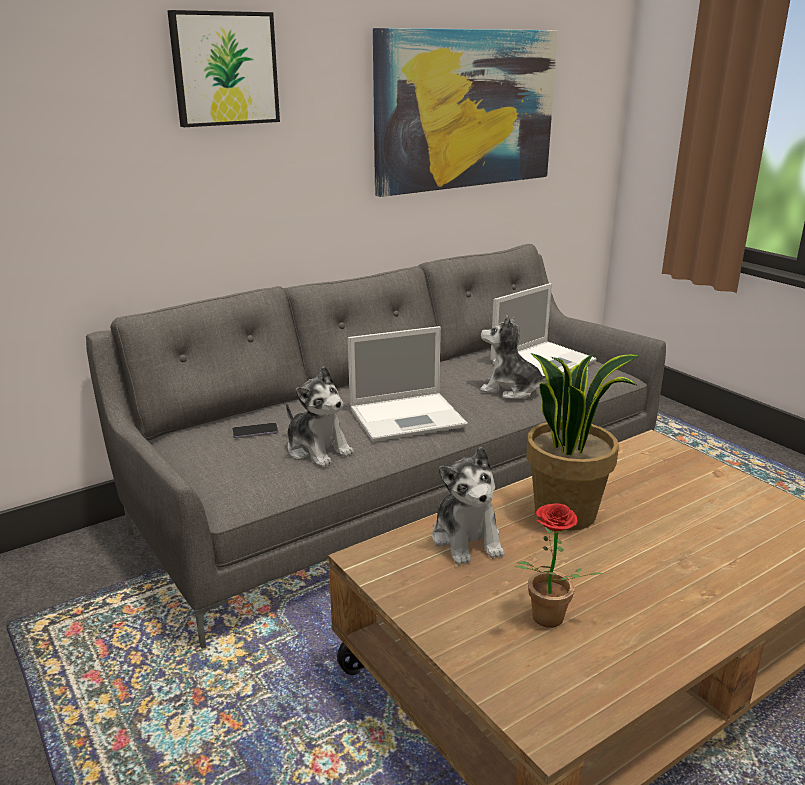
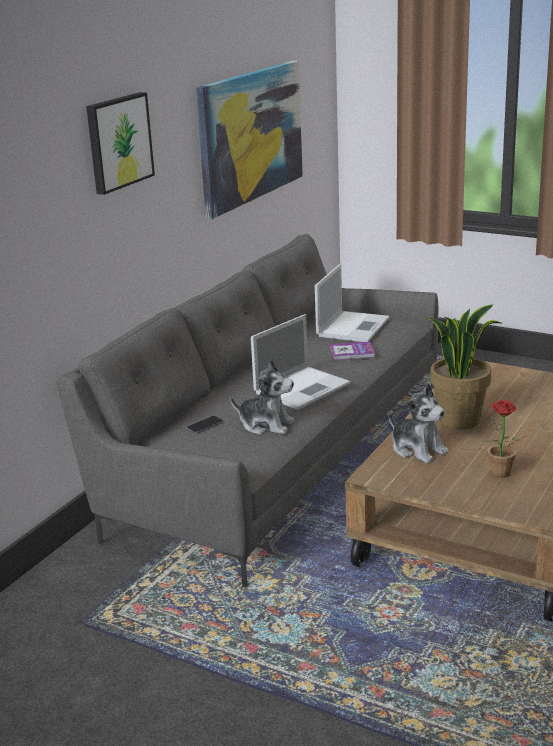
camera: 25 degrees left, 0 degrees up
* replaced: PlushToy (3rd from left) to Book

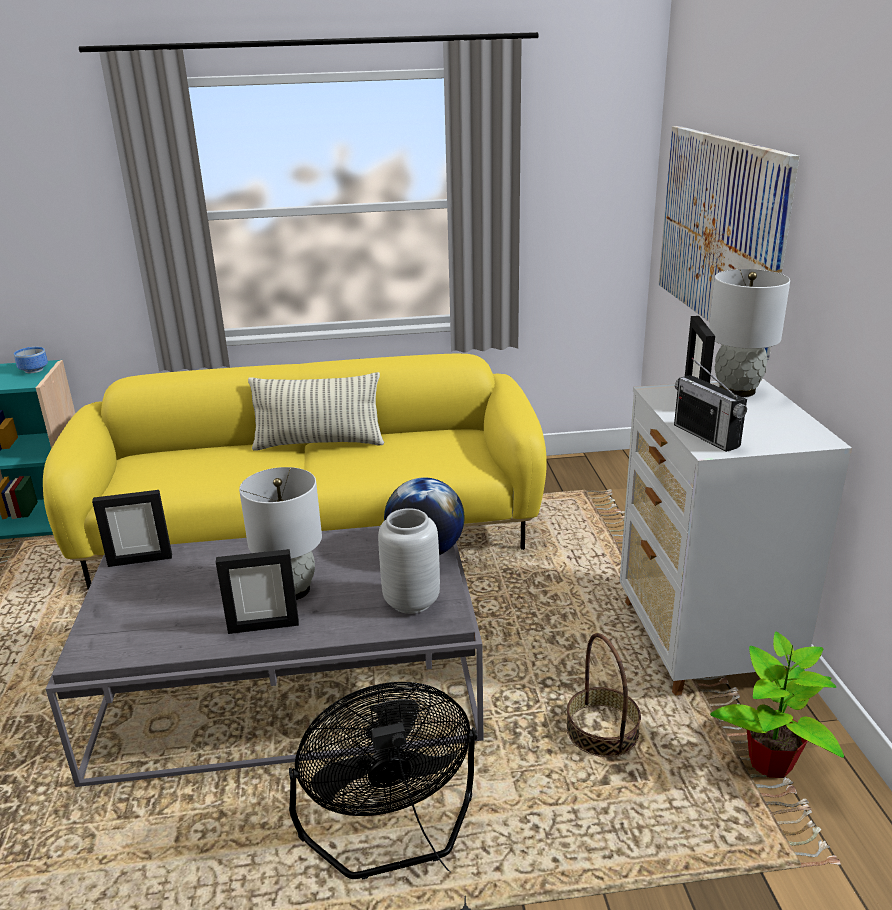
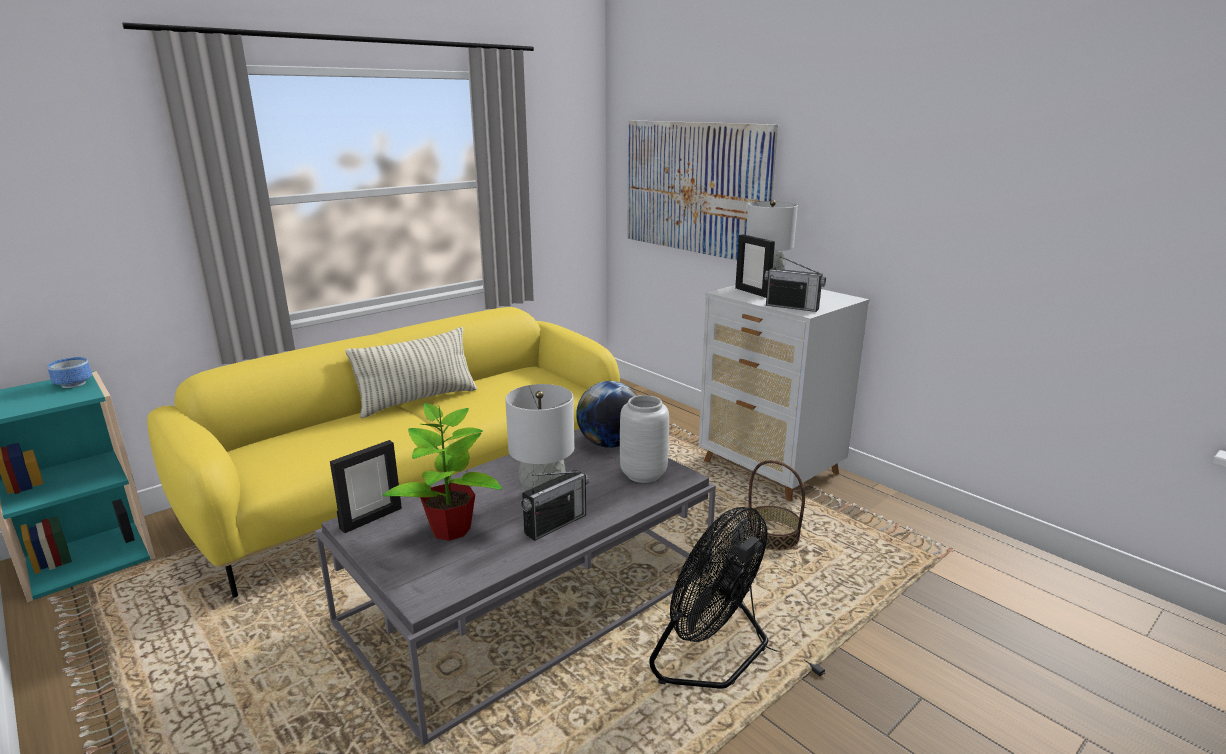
camera: 35 degrees left, 5 degrees down
* moved: PottedPlant
* replaced: PictureFrame (2nd from left) to Radio (1st from left)

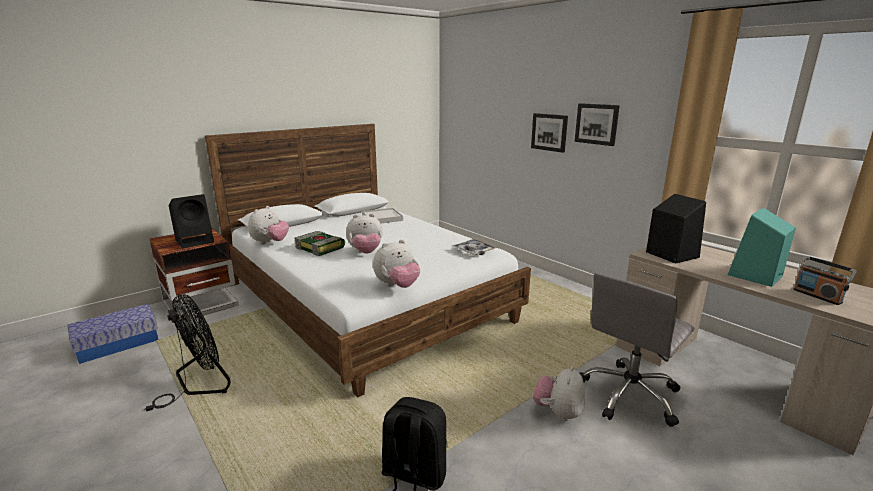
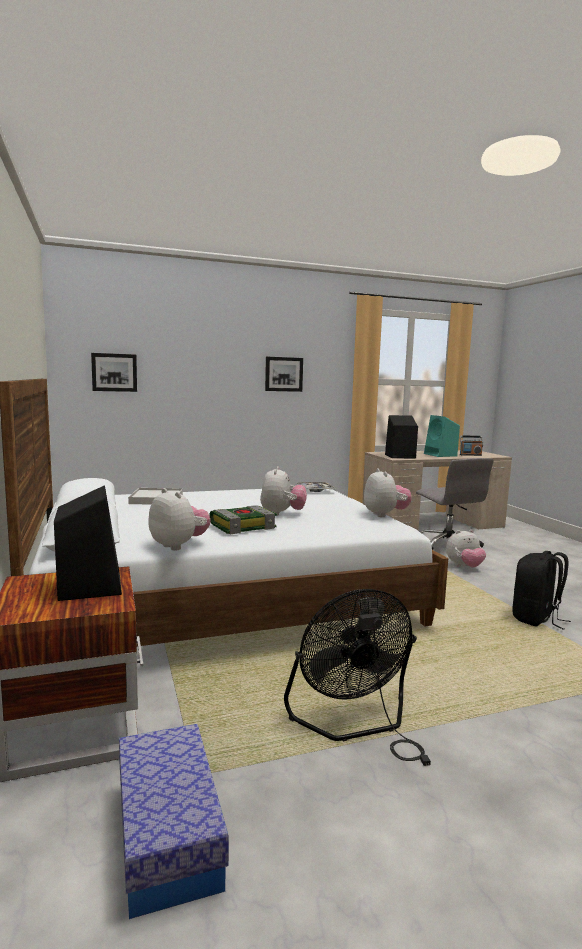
camera: 70 degrees left, 10 degrees down
* moved: Picture (1st from left)
* turned: PlushToy (4th from left) 60 degrees counterclockwise

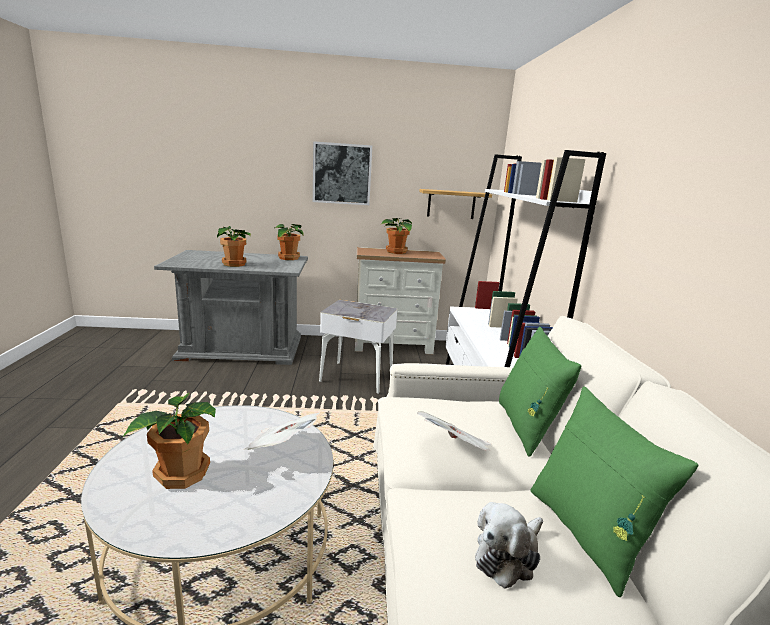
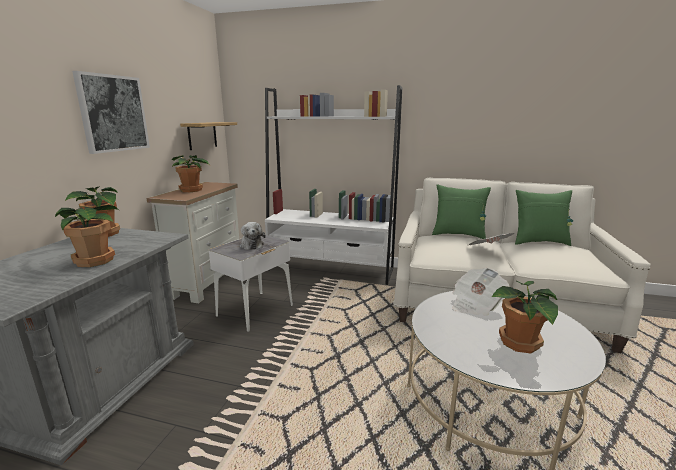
camera: 70 degrees left, 0 degrees up
* moved: PlushToy

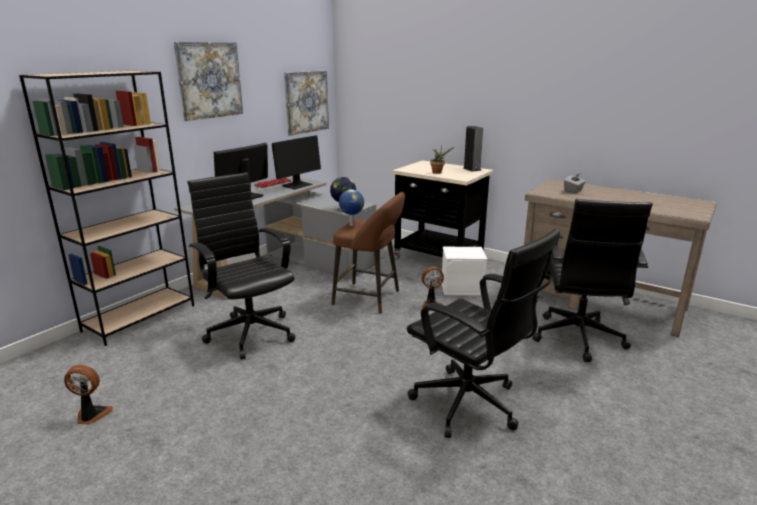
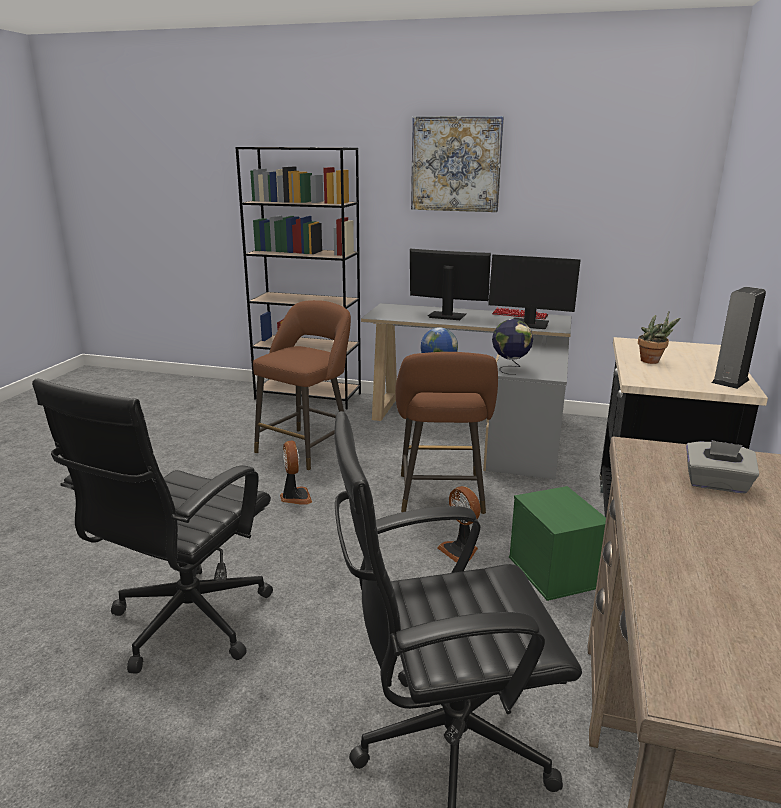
camera: 70 degrees right, 0 degrees up
* replaced: BlackOfficeChair (1st from left) to BrownStool (1st from left)
* moved: Fan (1st from left)
* recoloured: WhiteStorageBox to GreenStorageBox
* removed: Picture (2nd from left)

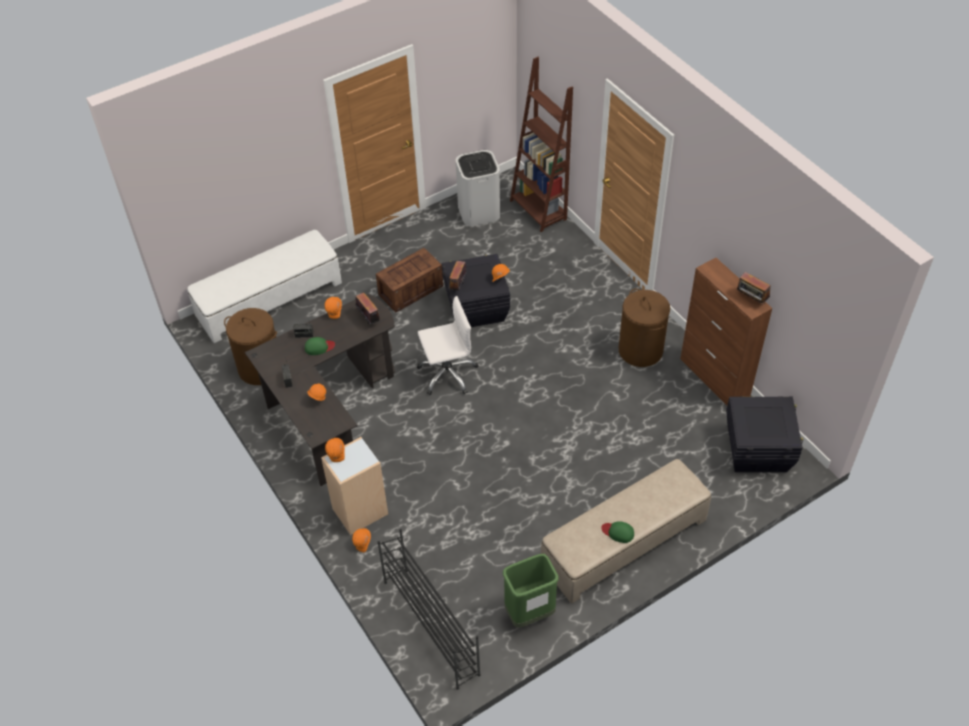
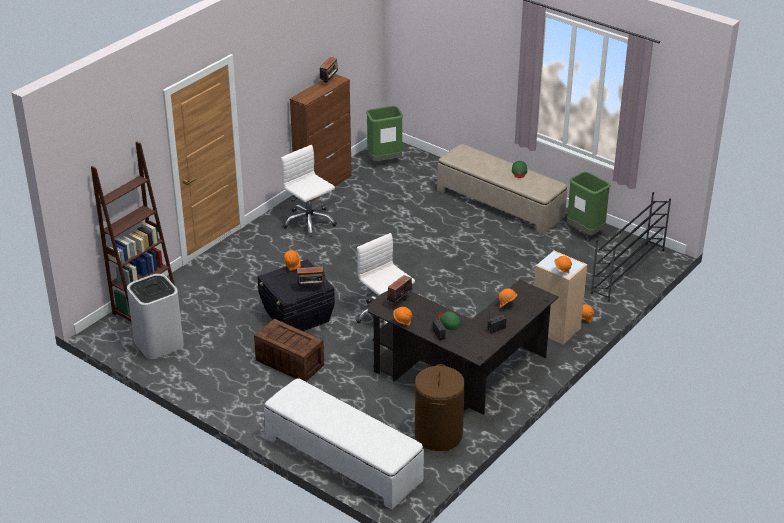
camera: 110 degrees left, 15 degrees down
* replaced: BrownLaundryBasket (2nd from left) to WhiteOfficeChair (1st from left)
* replaced: BlackStorageBox (2nd from left) to GreenTrashCan (1st from left)

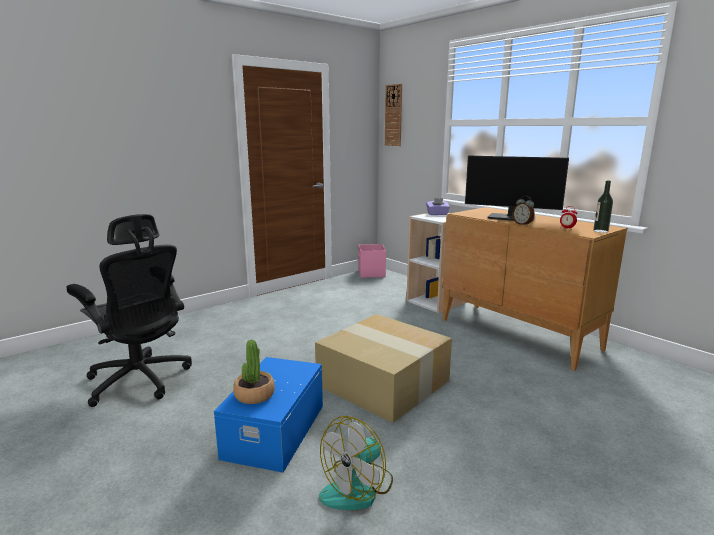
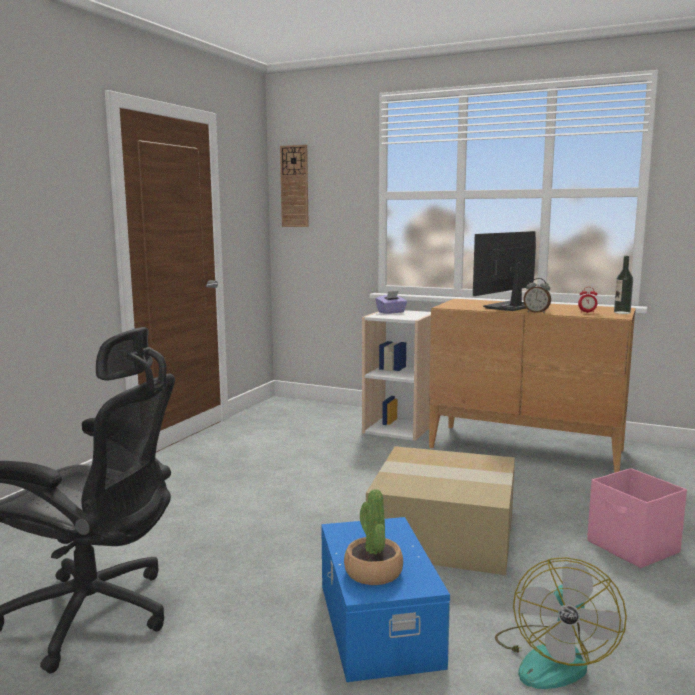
camera: 25 degrees left, 5 degrees down
* turned: Monitor 135 degrees clockwise
* moved: PinkStorageBox

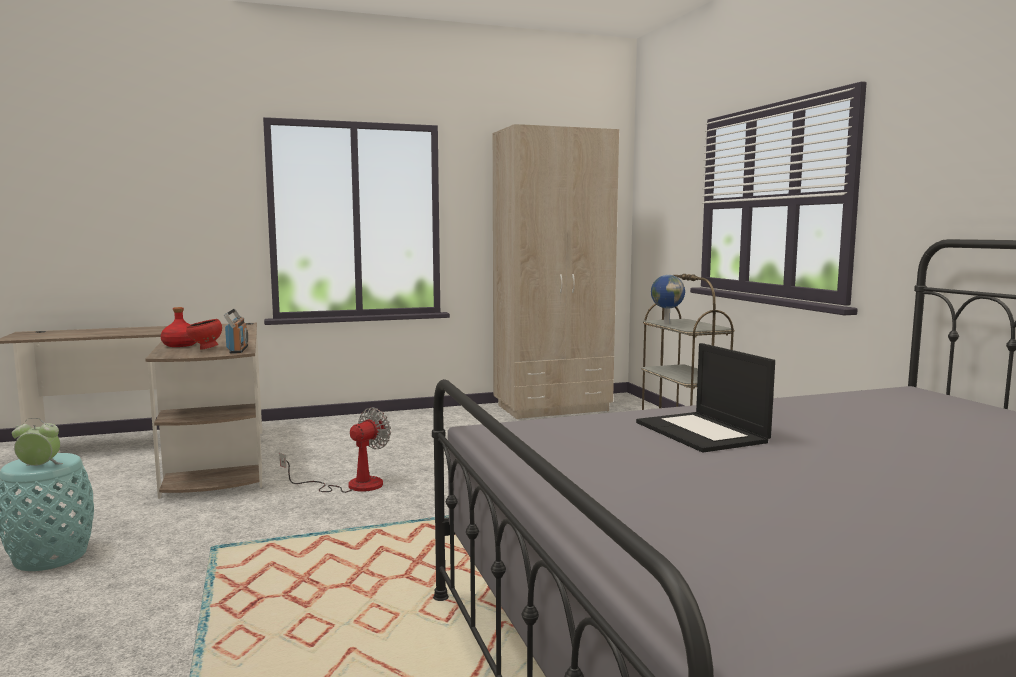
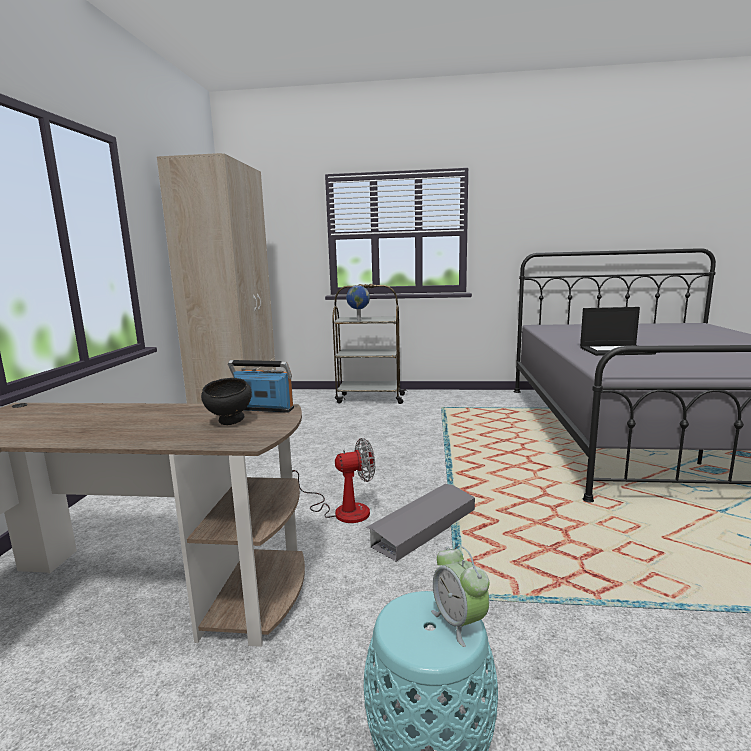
camera: 65 degrees left, 5 degrees up
* recoloured: RedBowl to BlackBowl
* turned: Fan 105 degrees clockwise
* added: GreyStorageBox
* turned: AlarmClock 45 degrees counterclockwise
* removed: RedBottle

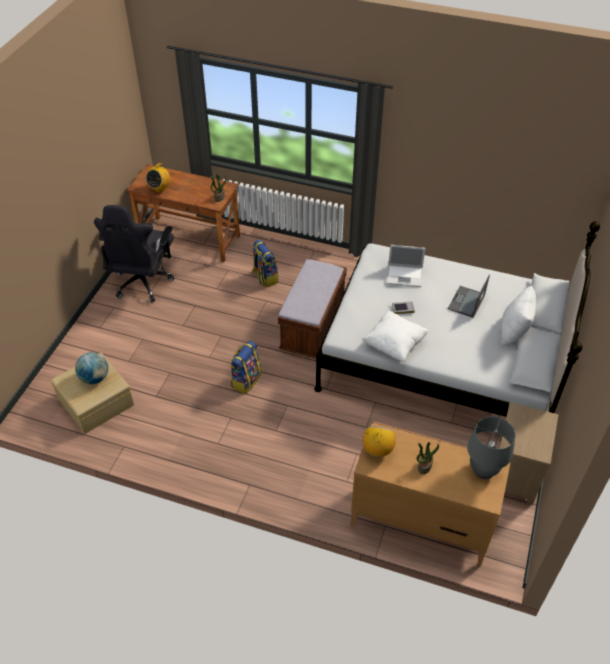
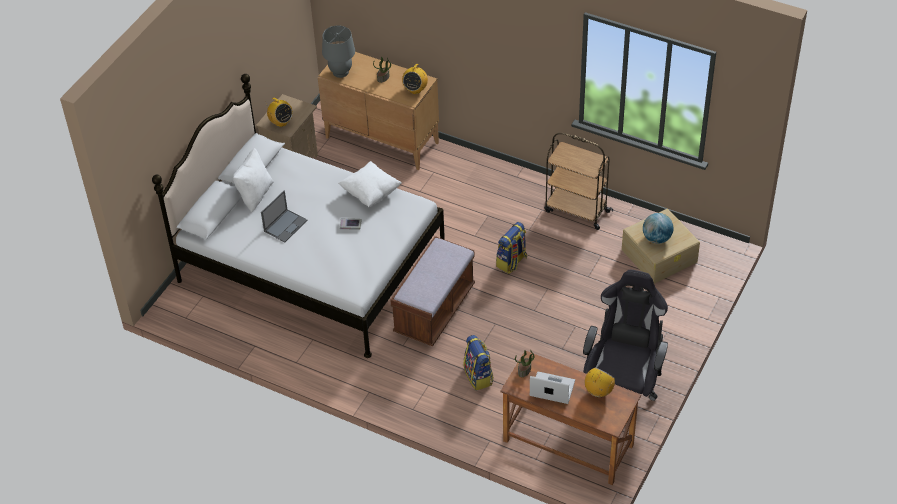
camera: 170 degrees left, 0 degrees up
* added: Radio (1st from left)
* moved: Laptop (1st from left in the first image) to Laptop (2nd from left)
* added: BrownCart

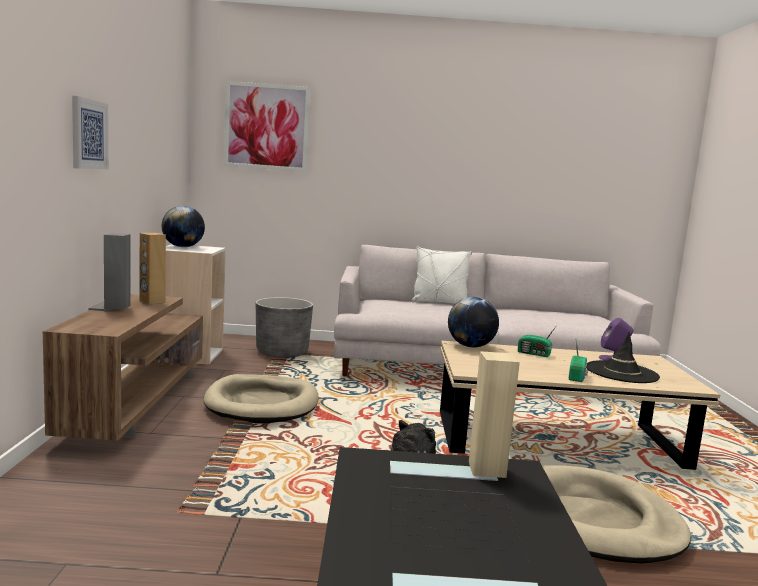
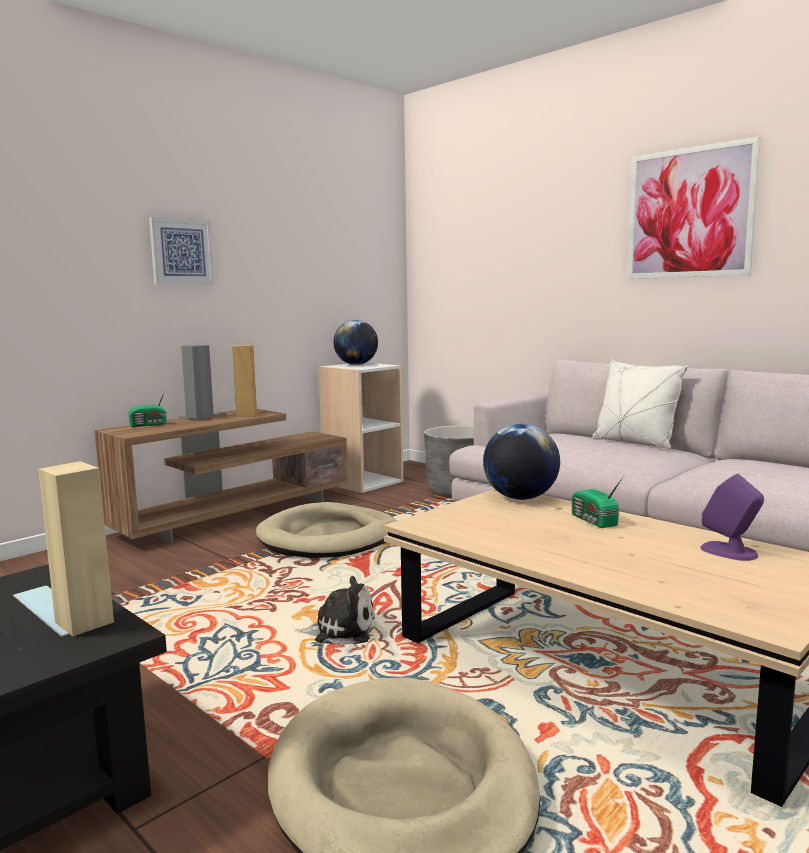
camera: 45 degrees right, 0 degrees up
* moved: Radio (2nd from left in the first image) to Radio (1st from left)
* moved: Picture (2nd from left)
* removed: BlackHat

